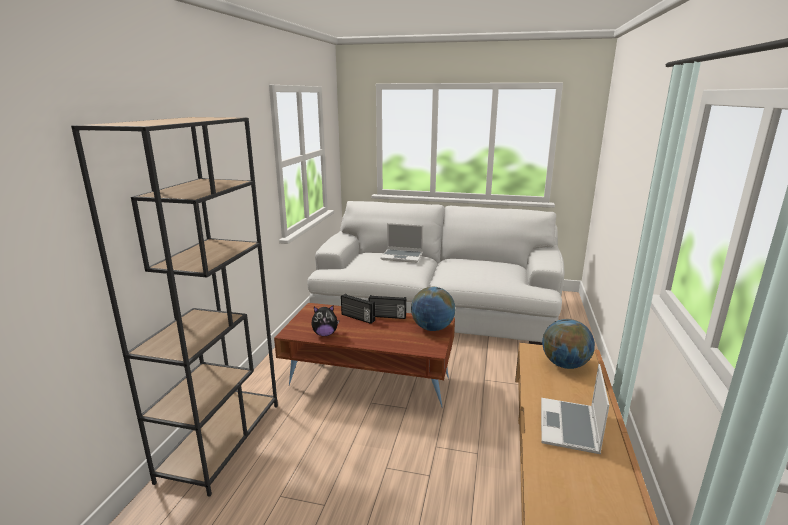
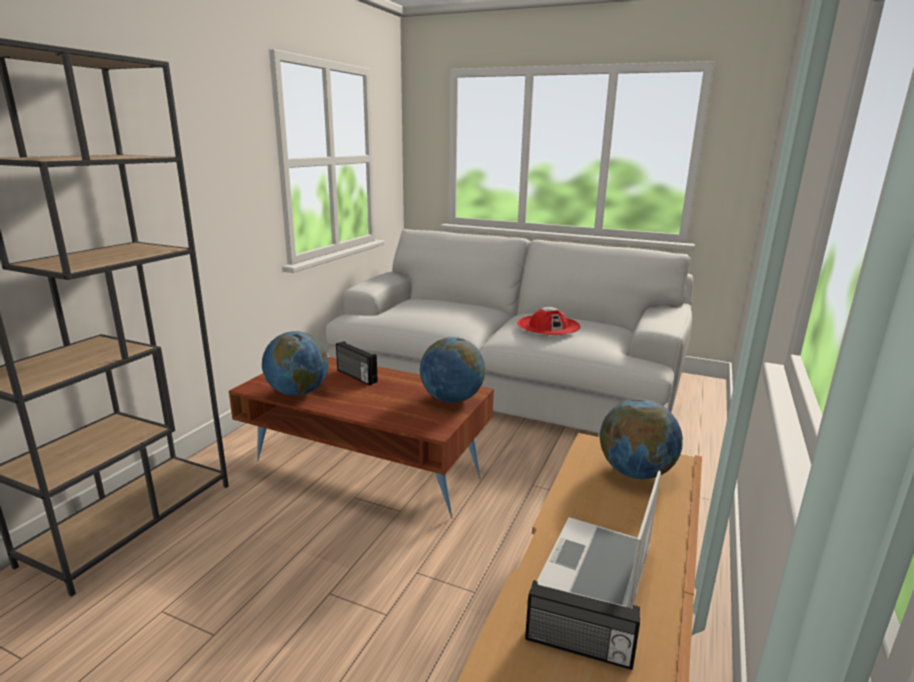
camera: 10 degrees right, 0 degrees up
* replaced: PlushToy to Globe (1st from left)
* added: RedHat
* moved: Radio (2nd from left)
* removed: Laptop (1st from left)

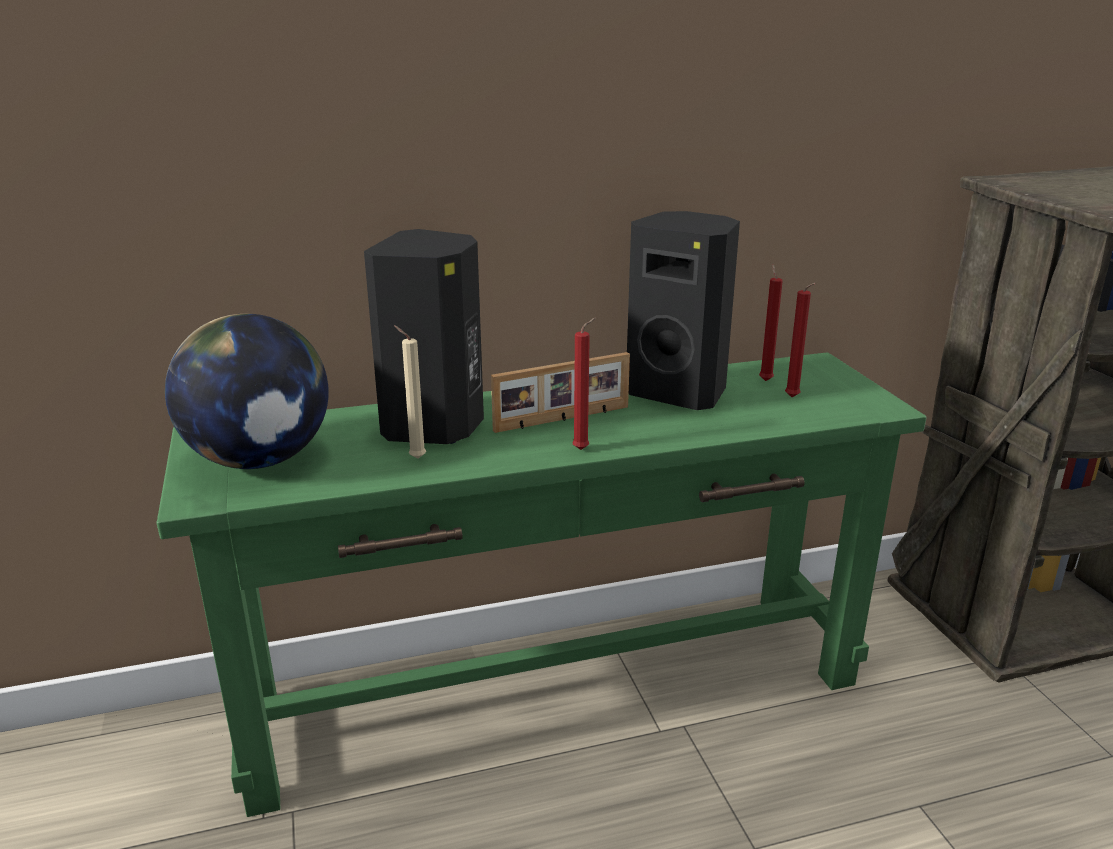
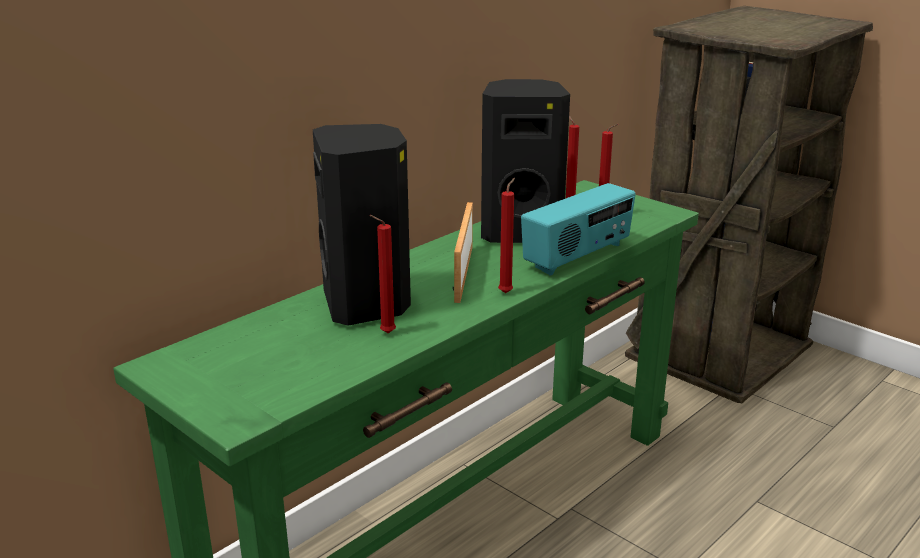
camera: 30 degrees left, 0 degrees up
* recoloured: BeigeCandle to RedCandle (1st from left)
* turned: PictureFrame 150 degrees clockwise
* added: Radio
* removed: Globe

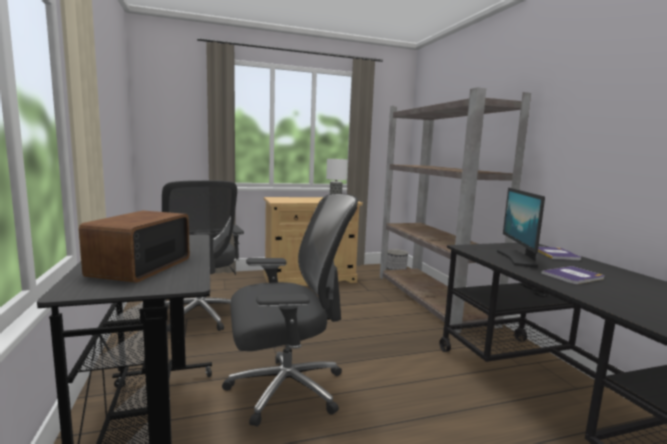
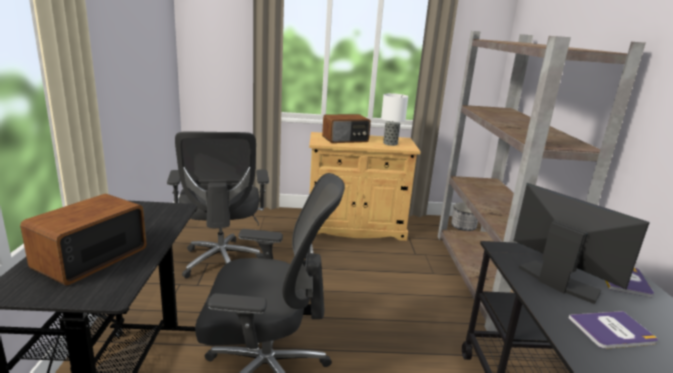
camera: 15 degrees right, 10 degrees up
* added: Radio (2nd from left)
* turned: Monitor 120 degrees clockwise

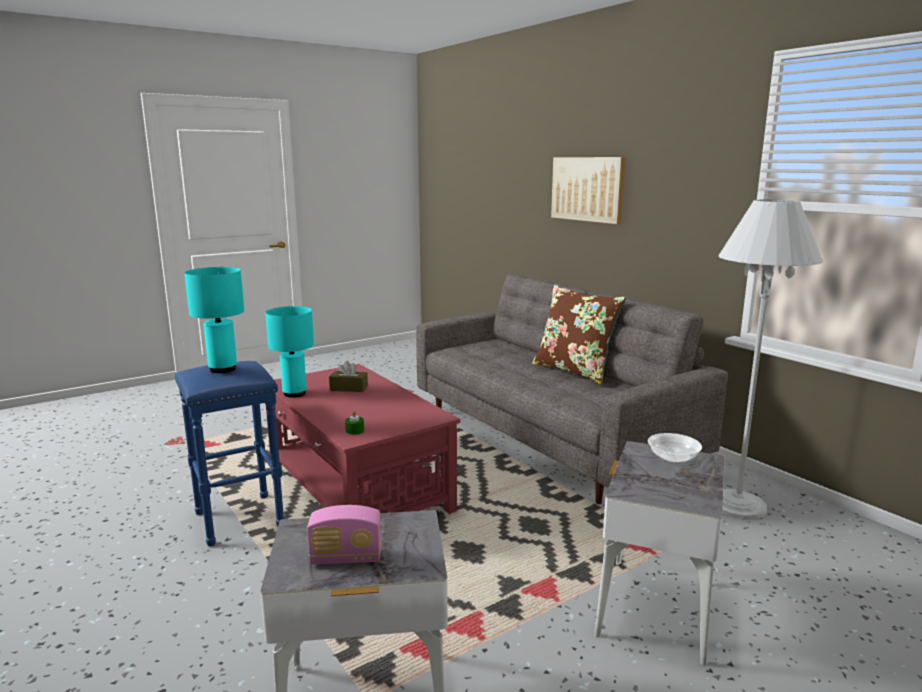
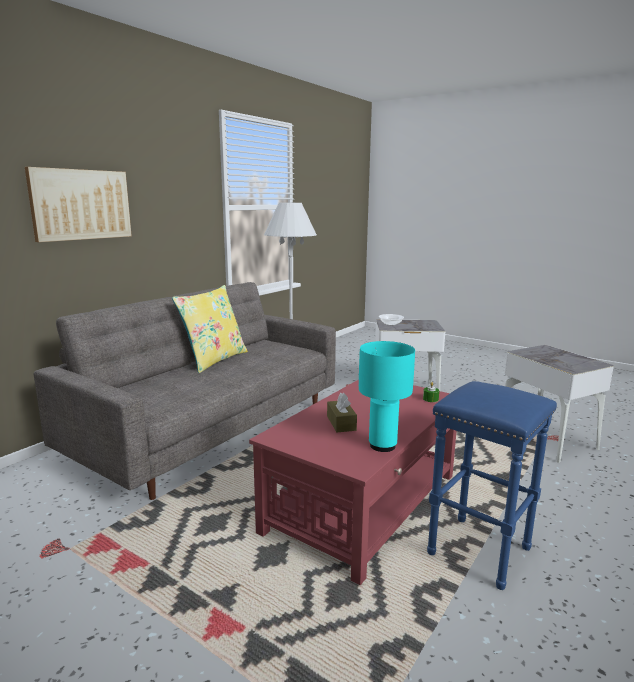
camera: 110 degrees left, 0 degrees up
* recoloured: BrownPillow to YellowPillow
* removed: TurquoiseTableLamp (1st from left)
* removed: Radio

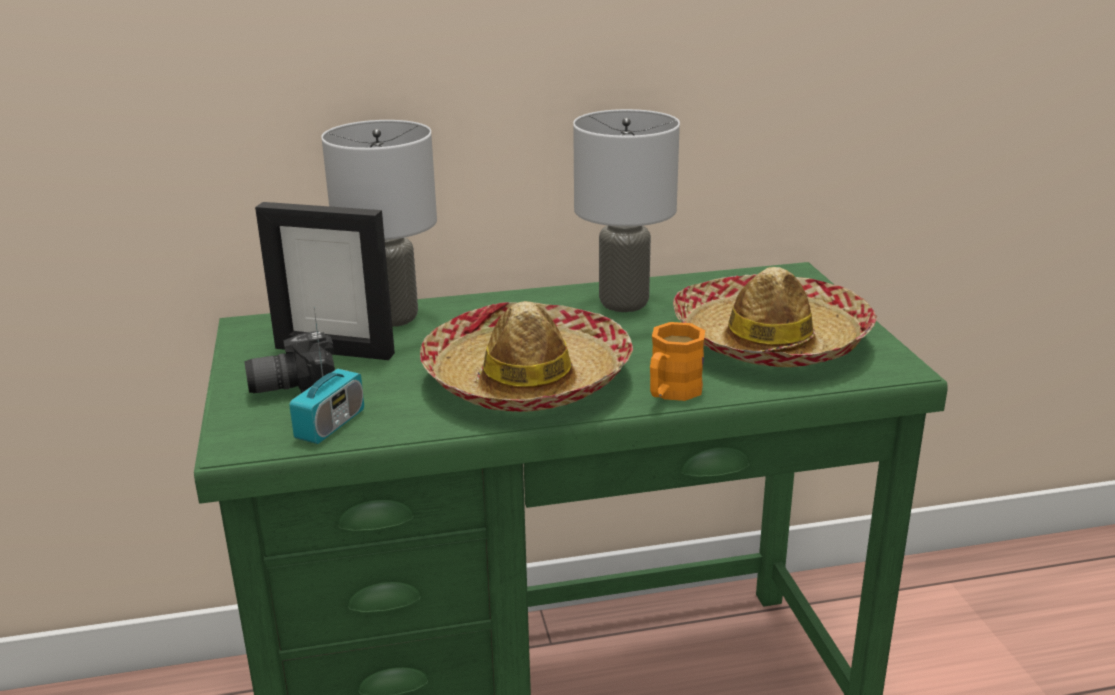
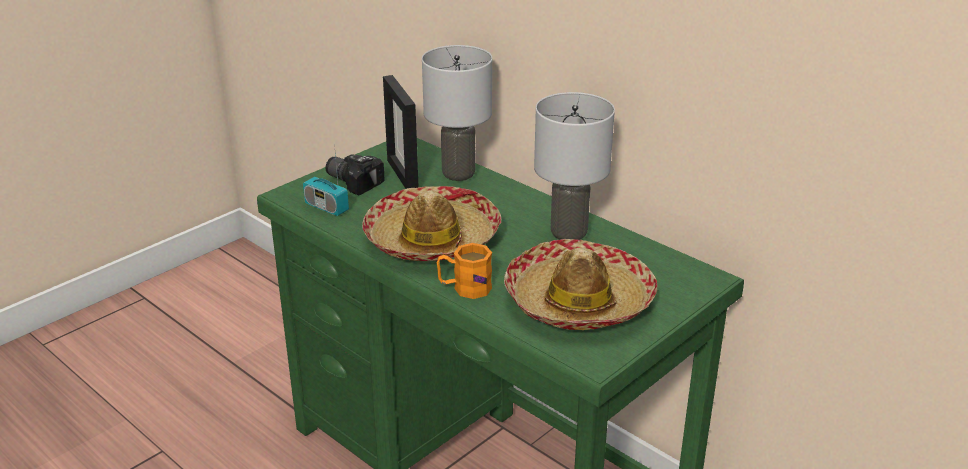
camera: 55 degrees right, 5 degrees up
* turned: Radio 45 degrees clockwise

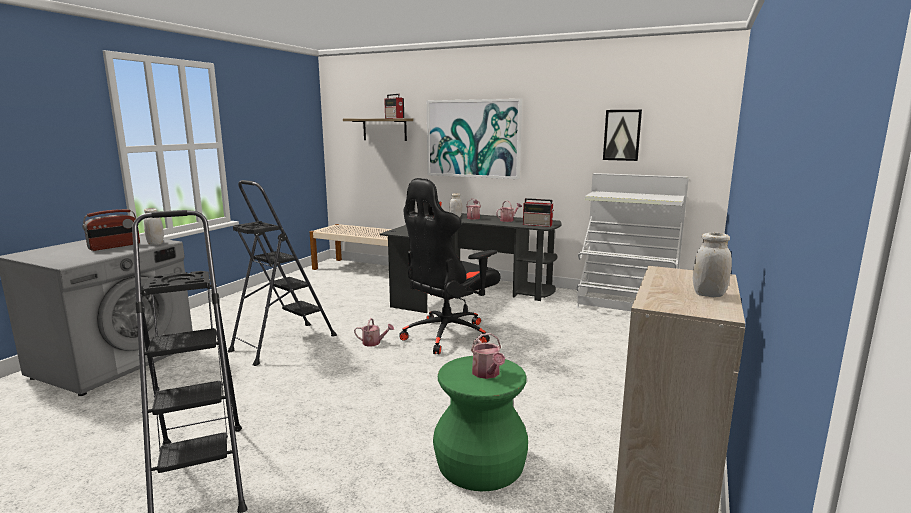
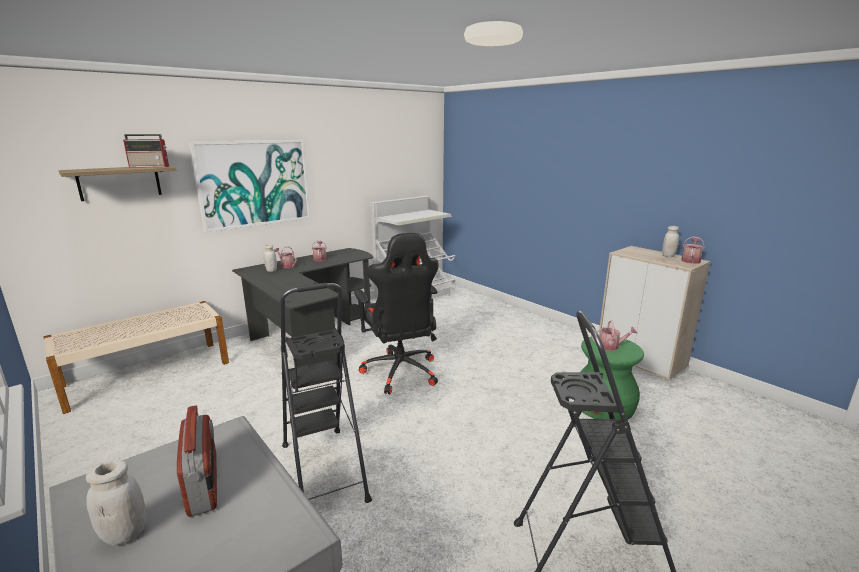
camera: 65 degrees left, 5 degrees up
* moved: WhiteJar (1st from left)
* moved: WateringCan (1st from left in the first image) to WateringCan (4th from left)
* removed: Radio (3rd from left)
* removed: Picture (2nd from left)

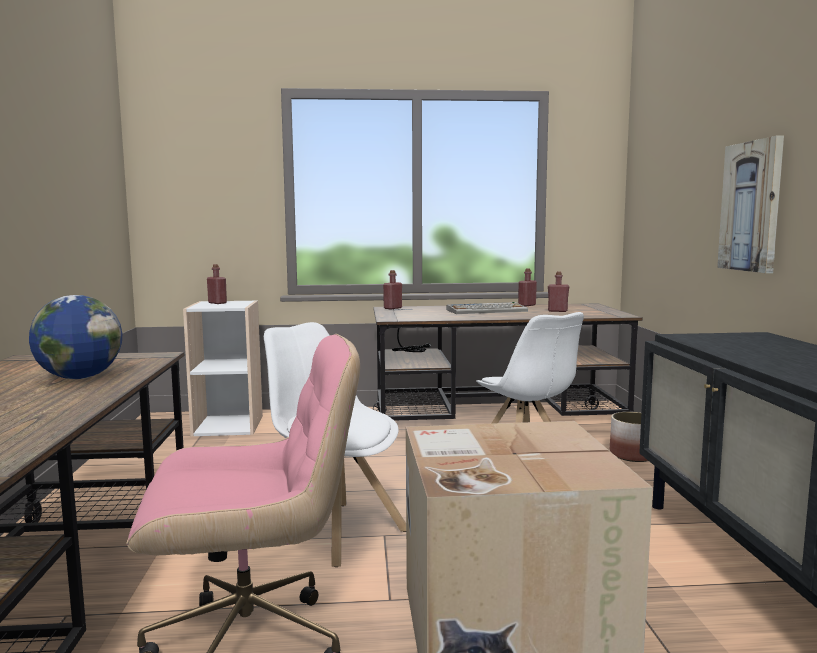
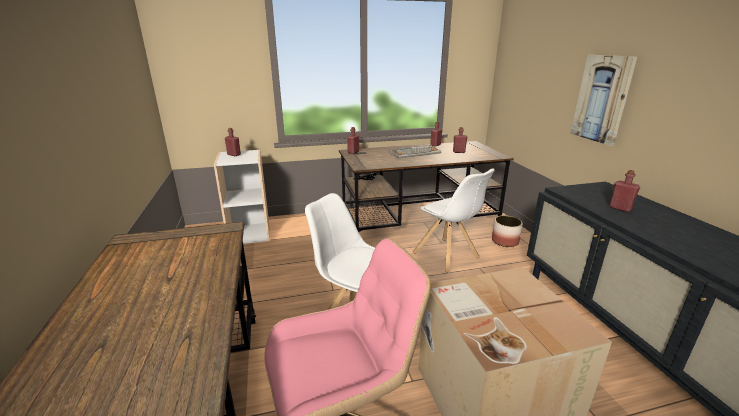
camera: 10 degrees left, 15 degrees up
* added: RedBottle (5th from left)
* removed: Globe

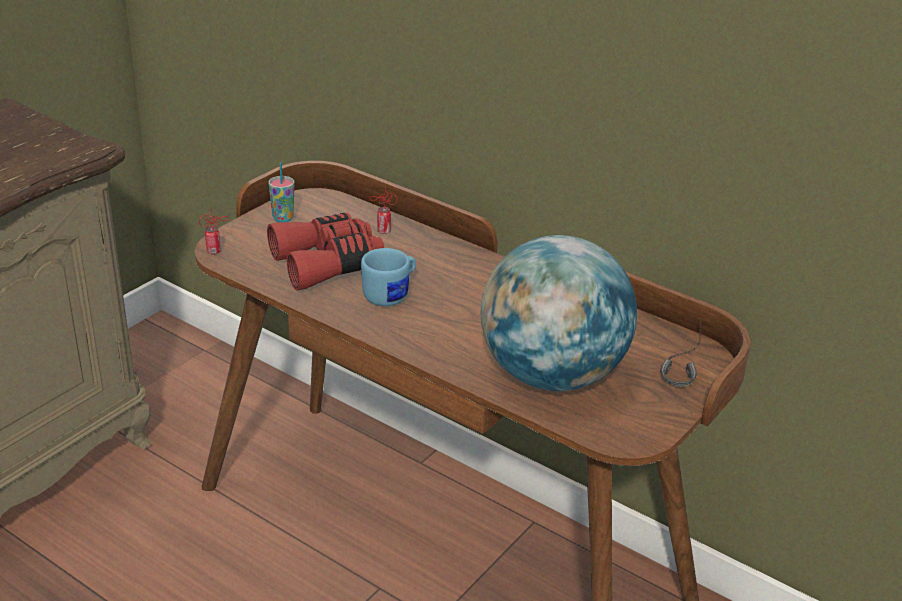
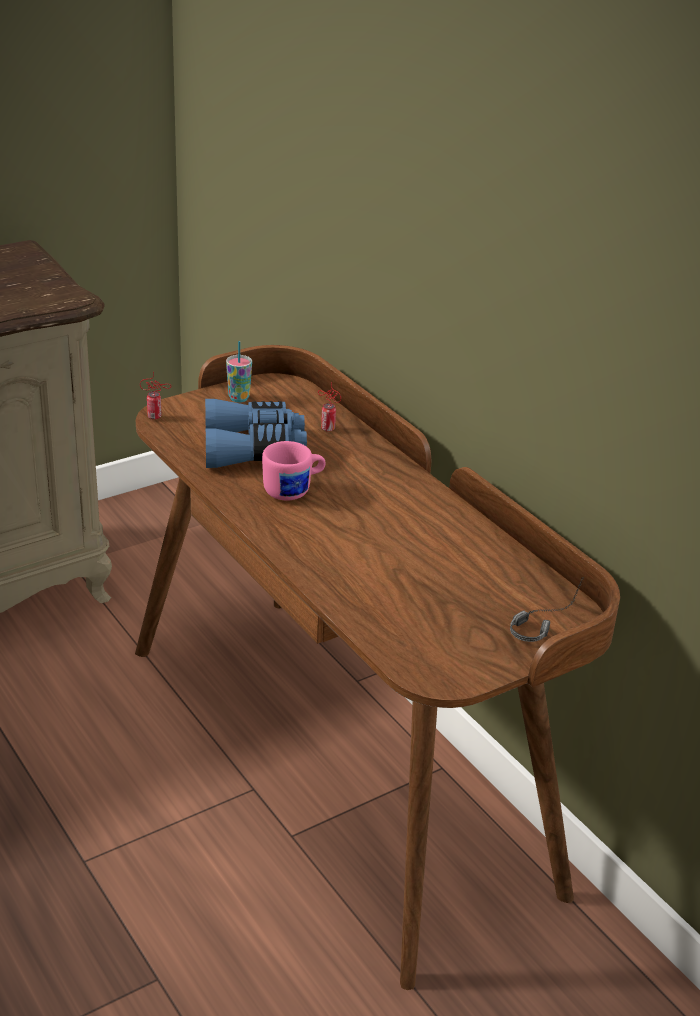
camera: 20 degrees right, 0 degrees up
* recoloured: RedBinoculars to BlueBinoculars
* recoloured: BlueMug to PinkMug
* removed: Globe

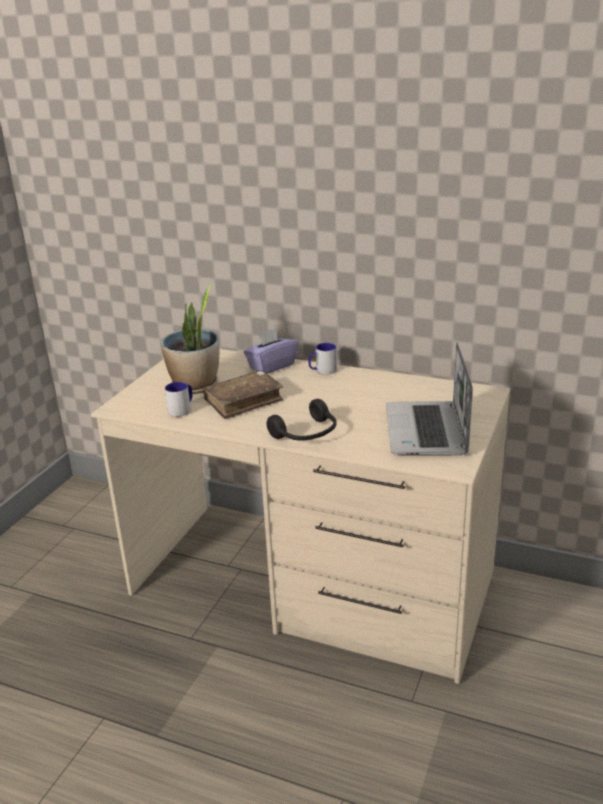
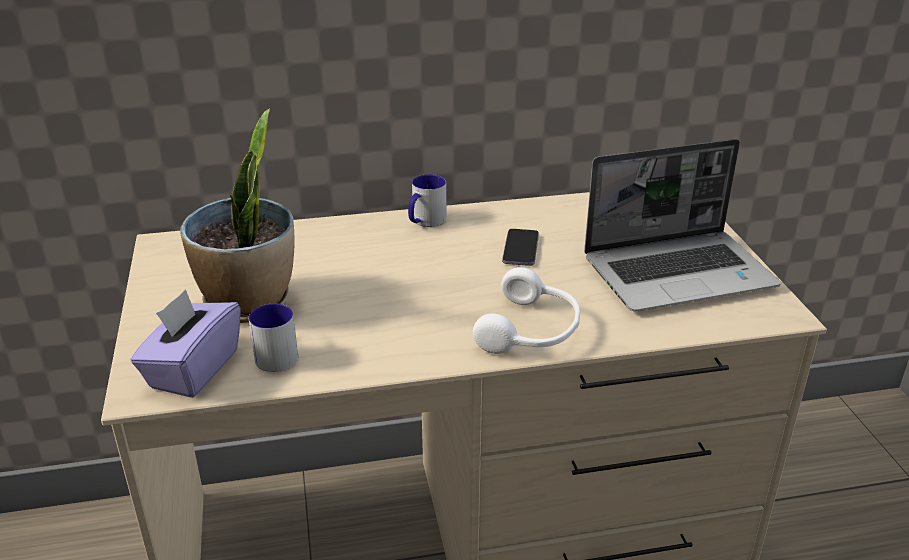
camera: 35 degrees left, 5 degrees up
* moved: PurpleTissueBox
* recoloured: BlackHeadphones to WhiteHeadphones
* added: Phone
* turned: Laptop 75 degrees counterclockwise
* removed: BrownBook

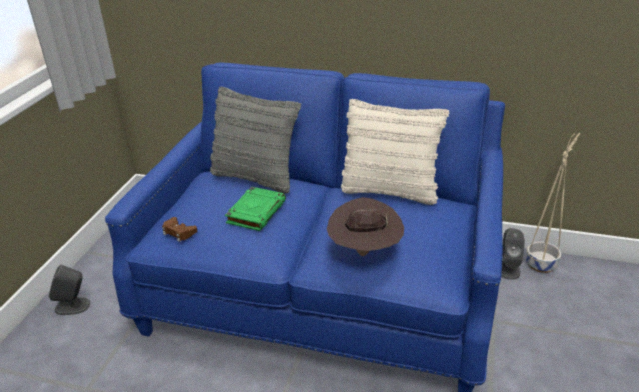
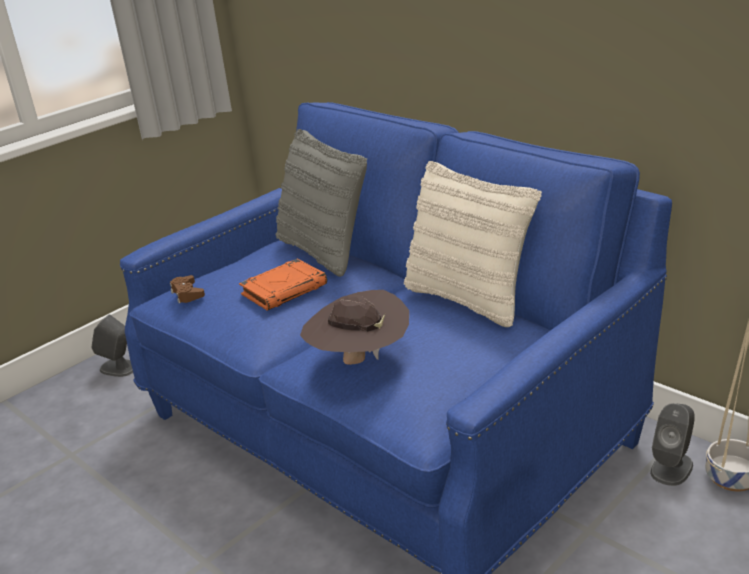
camera: 30 degrees right, 5 degrees down
* recoloured: GreenBook to OrangeBook

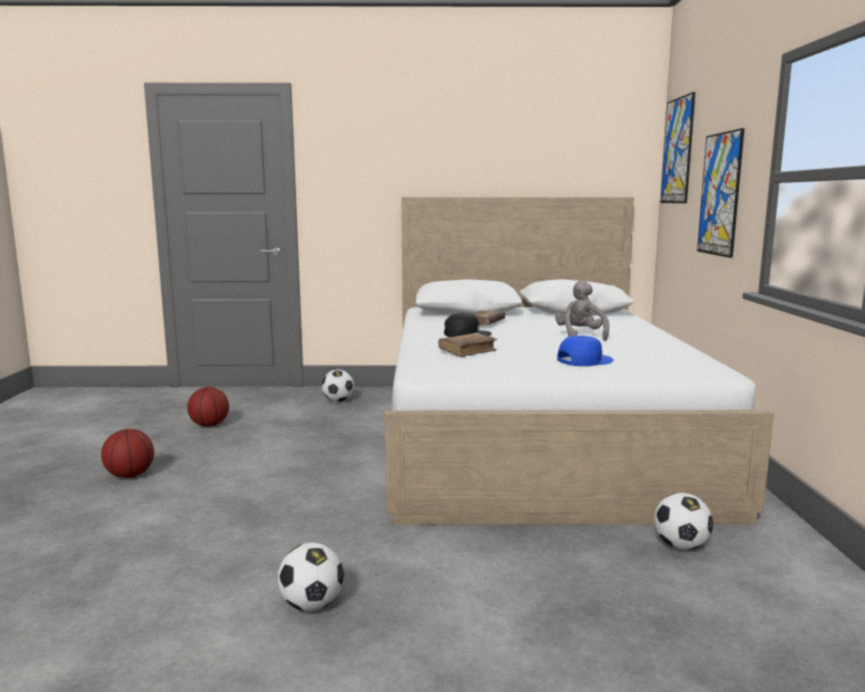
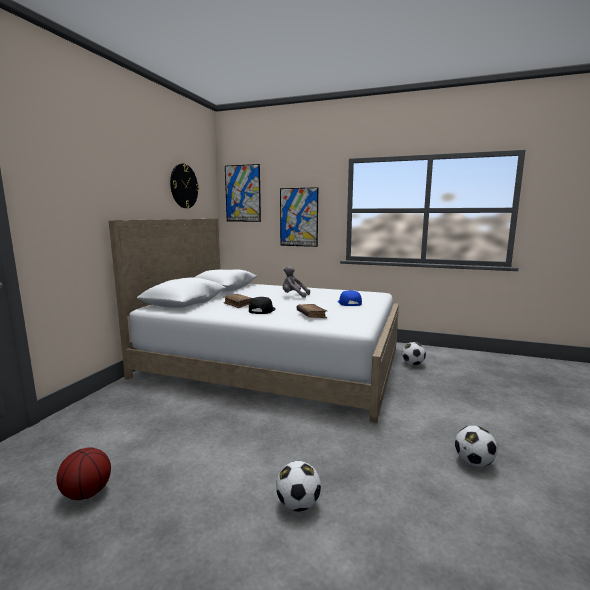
camera: 70 degrees left, 0 degrees up
* added: WallClock
* moved: Football (2nd from left in the first image) to Football (1st from left)
* removed: Basketball (1st from left)

